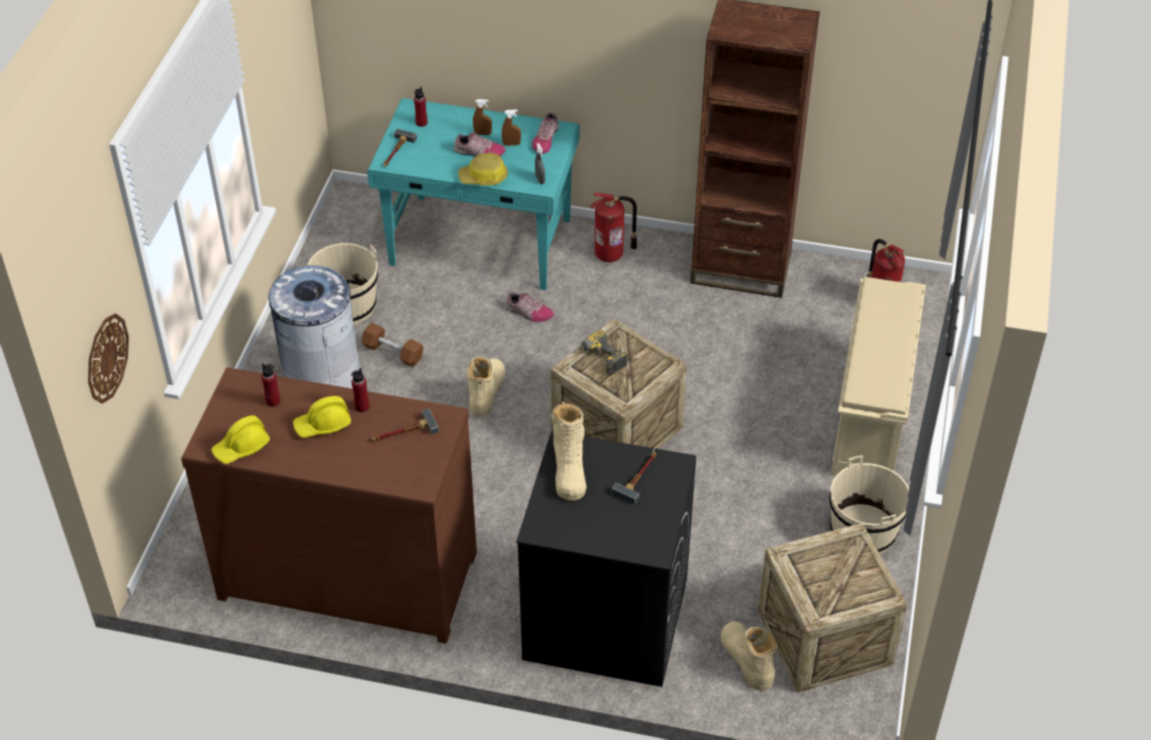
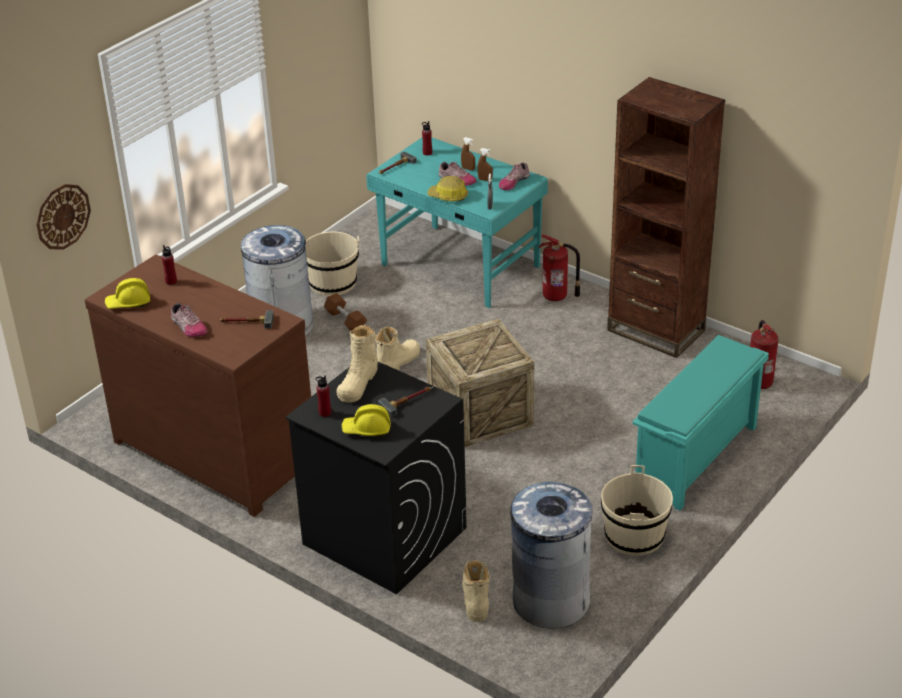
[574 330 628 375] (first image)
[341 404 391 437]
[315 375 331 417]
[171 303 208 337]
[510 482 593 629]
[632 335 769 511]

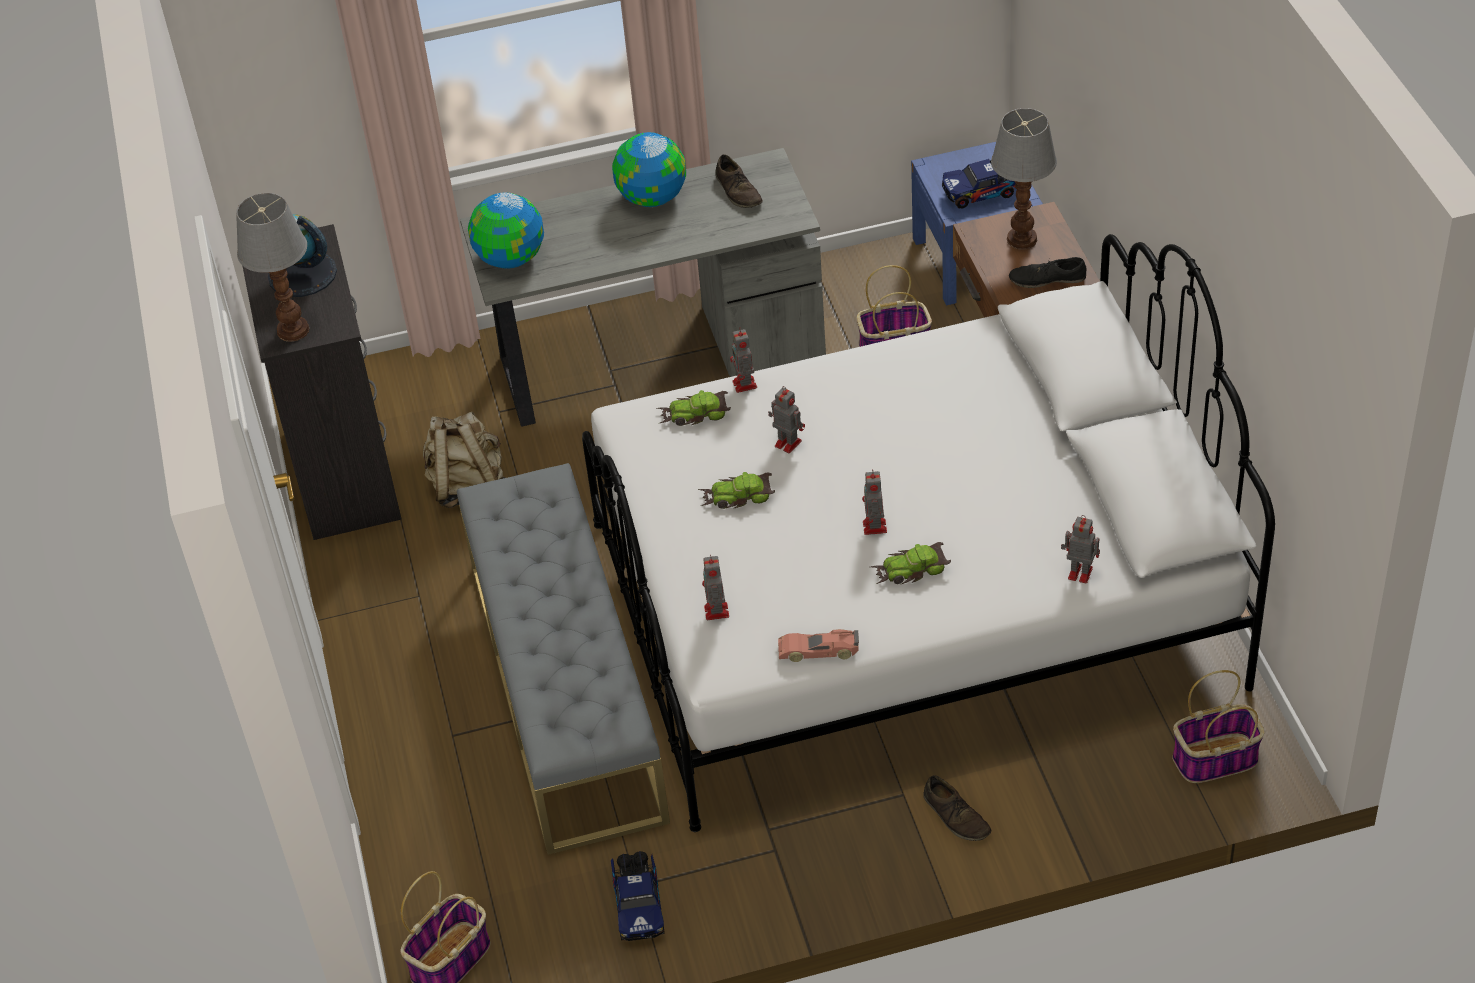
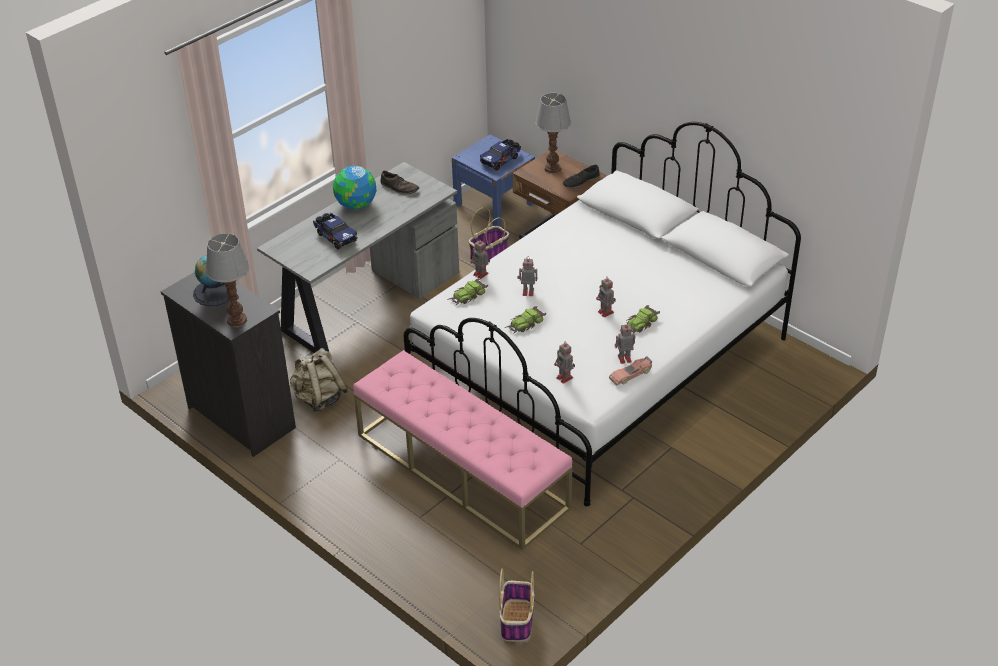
[468 192 544 269] (first image)
[923 775 991 841] (first image)
[1172 670 1264 783] (first image)
[313 213 358 249]
[615 322 635 364]
[353 350 573 550]

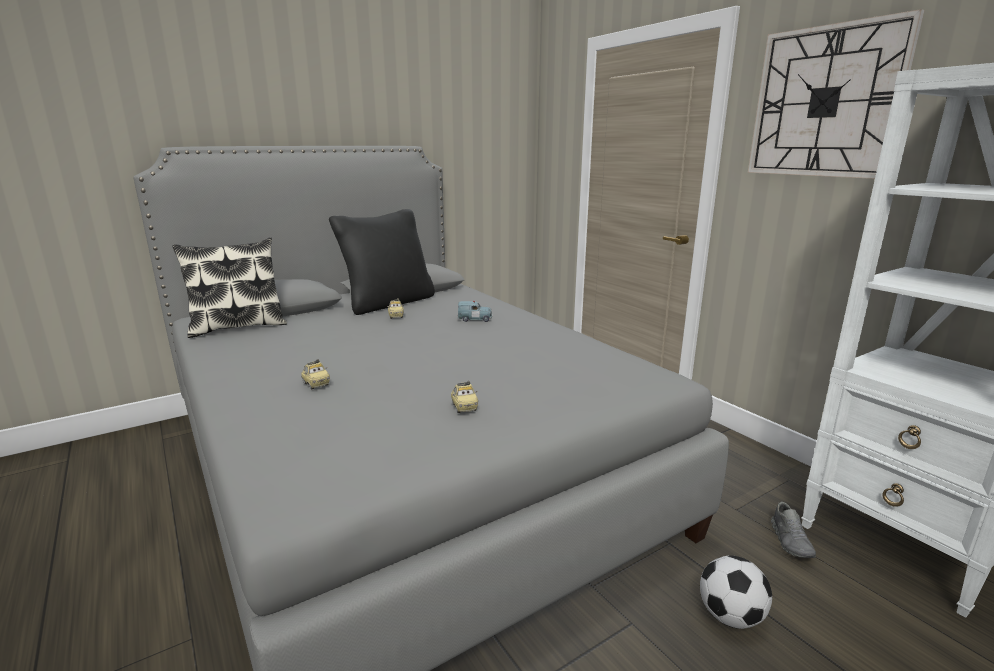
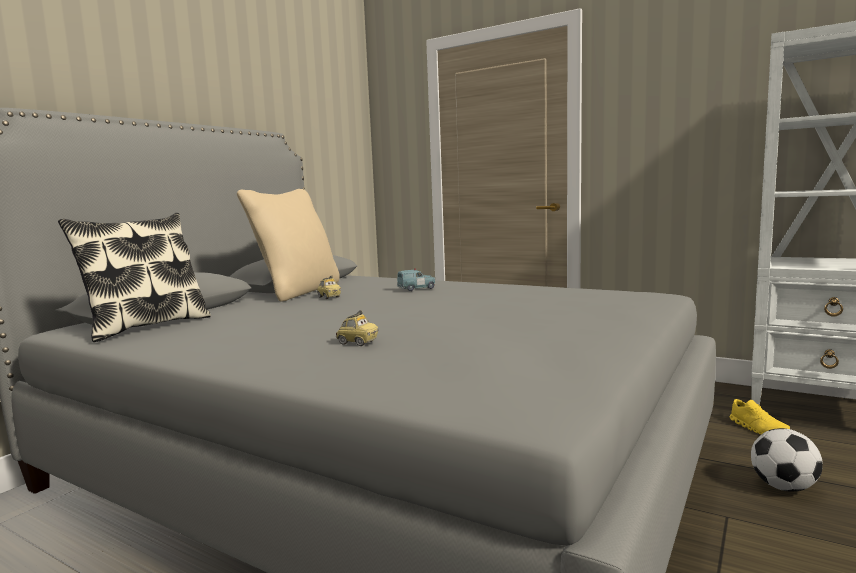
[451 381 478 413] (first image)
[748 9 924 179] (first image)
[237 189 340 302]
[729 399 790 435]

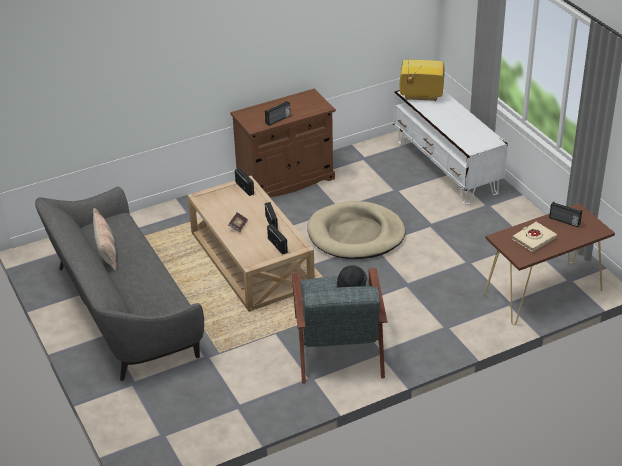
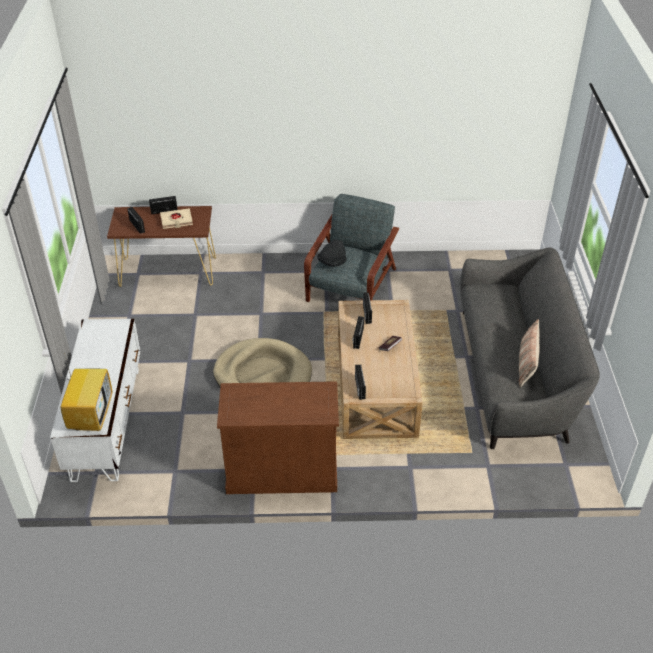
[149 196 178 214]
[61 353 112 431]

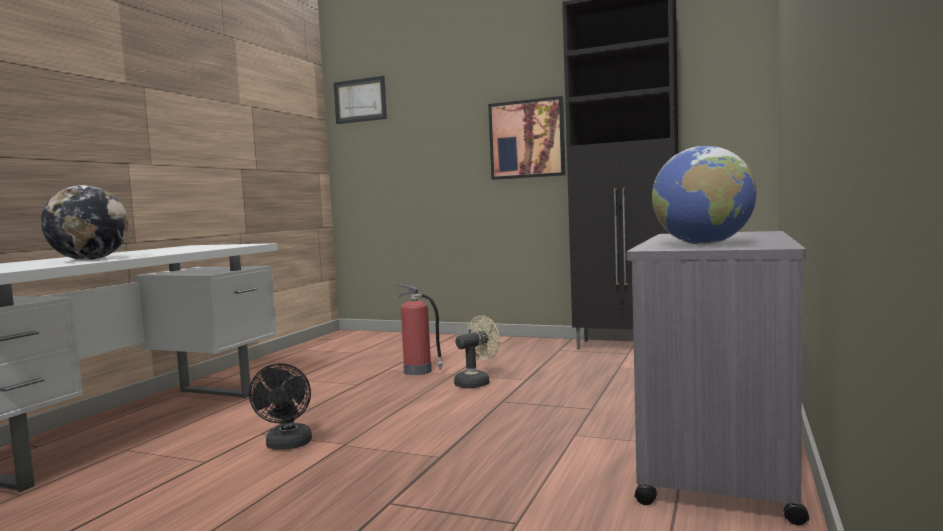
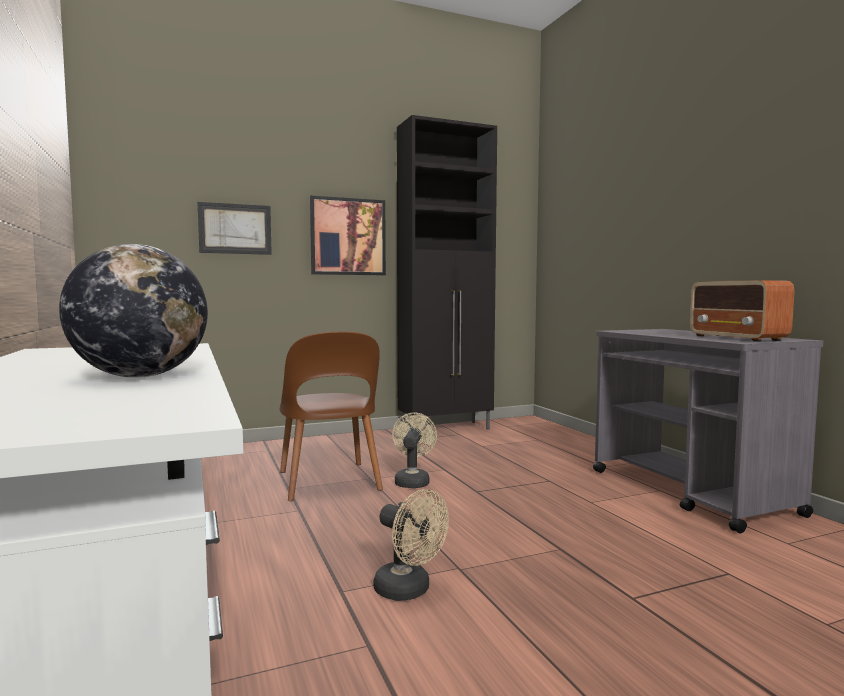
[198 202 272 255]
[280 332 383 501]
[689 280 794 342]
[373 489 449 601]

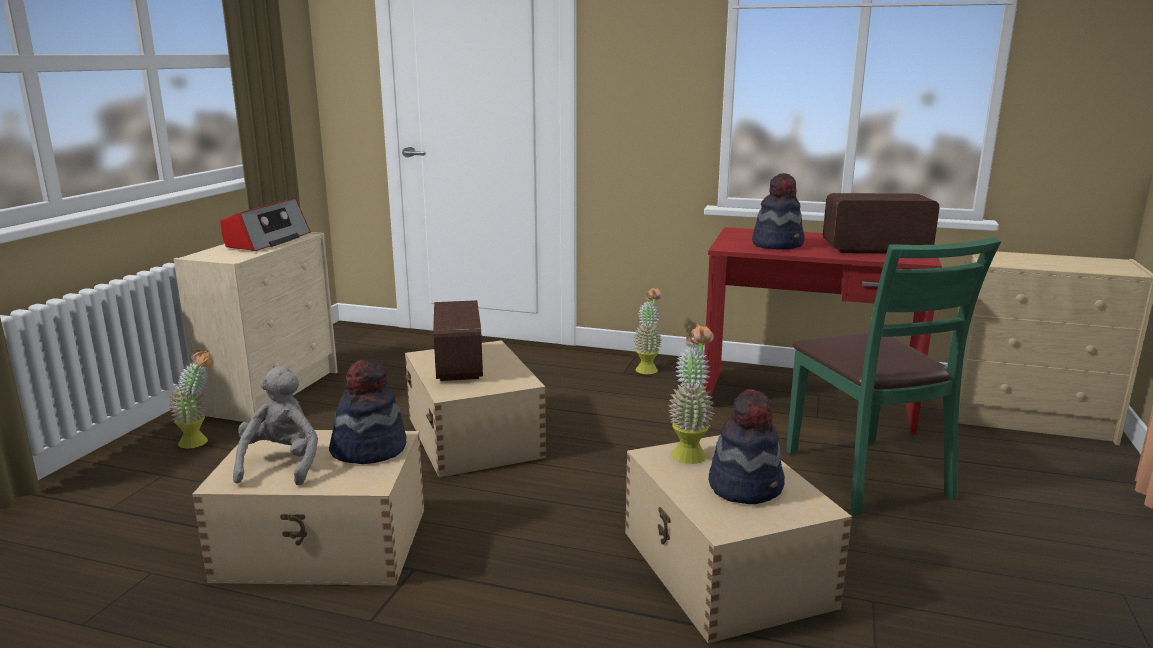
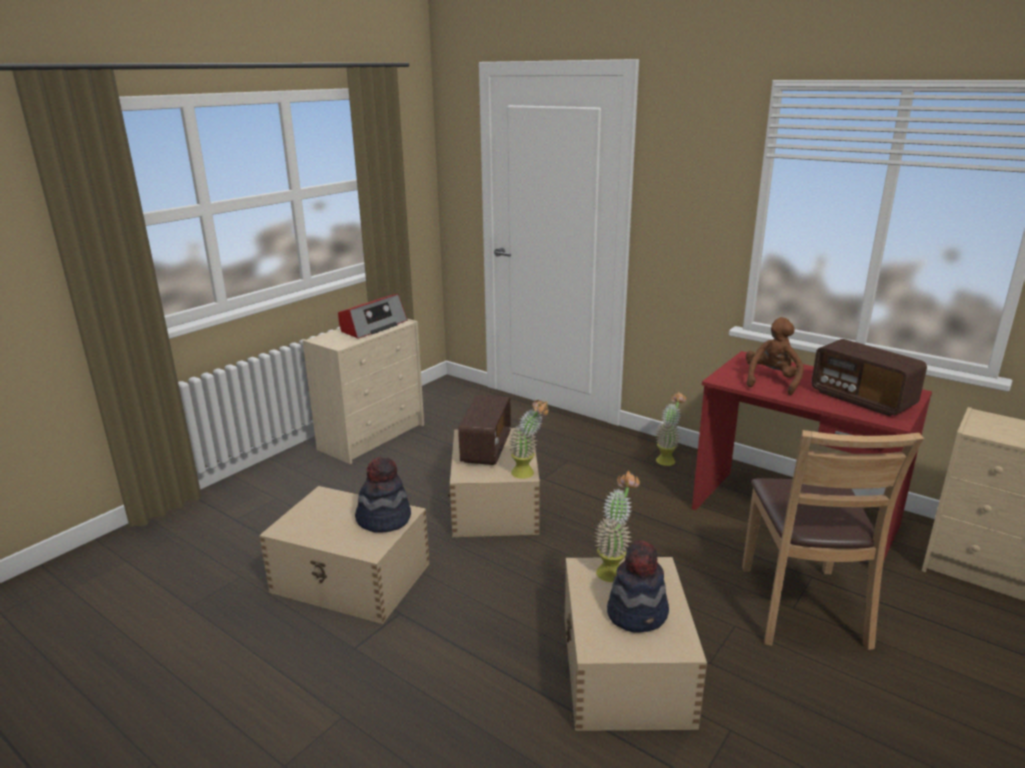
[233 366 318 486] (first image)
[509 400 549 479]
[746 317 804 395]
[742 430 924 650]
[811 339 927 416]

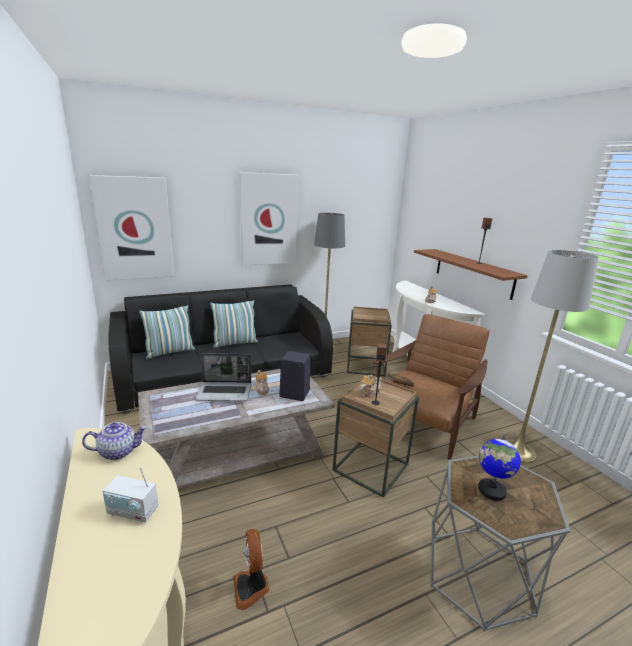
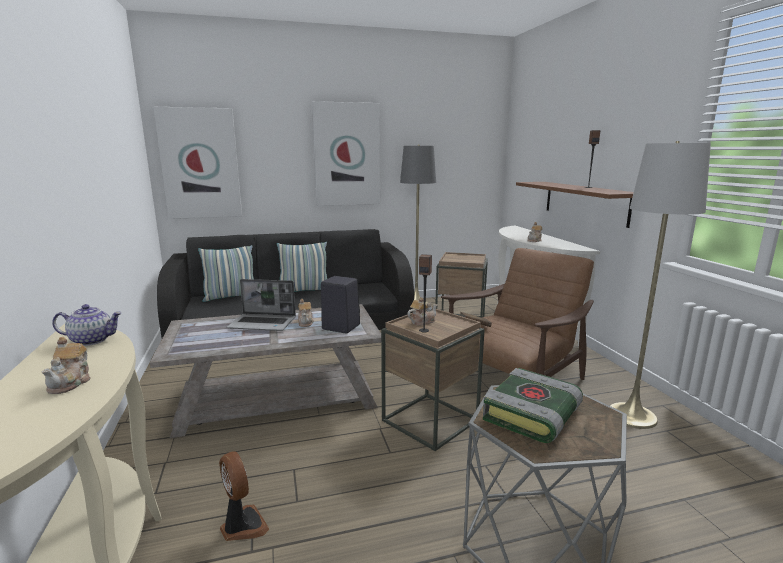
[42 337 91 394]
[483 368 583 443]
[219 451 269 541]

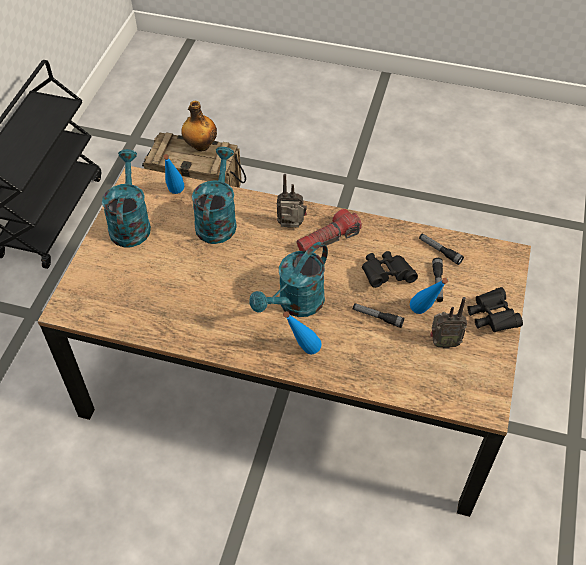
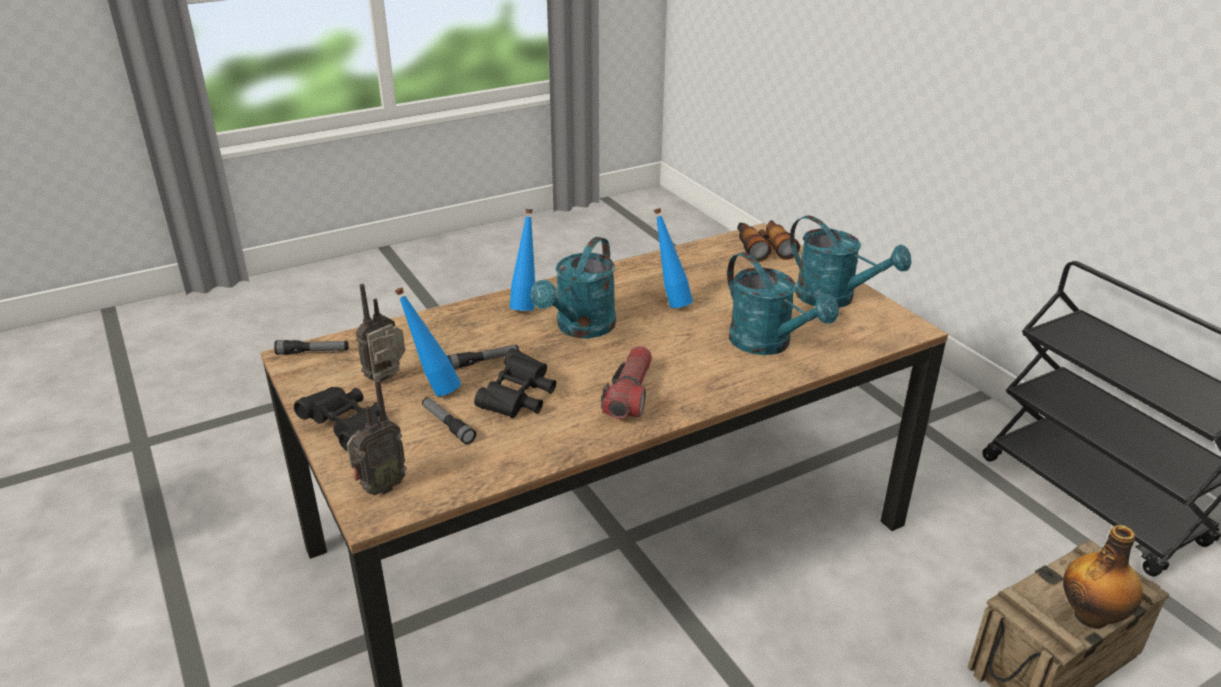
[737 220 800 262]
[654 208 693 308]
[347 379 407 495]
[274 340 349 355]
[531 237 616 338]

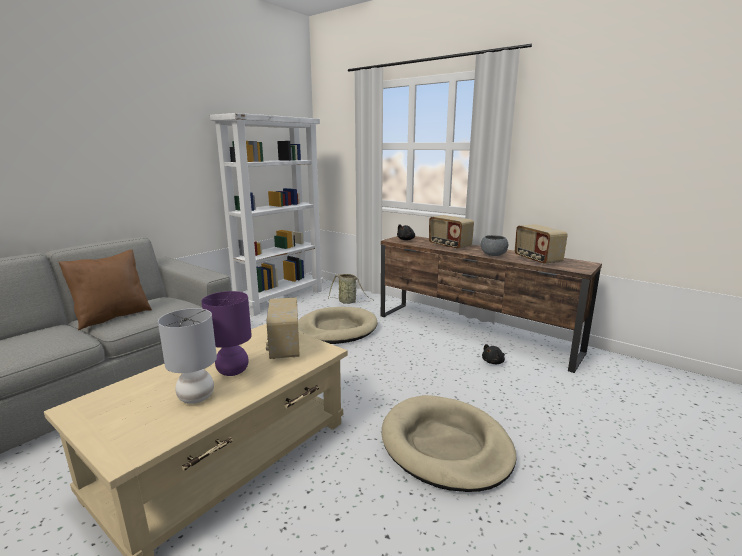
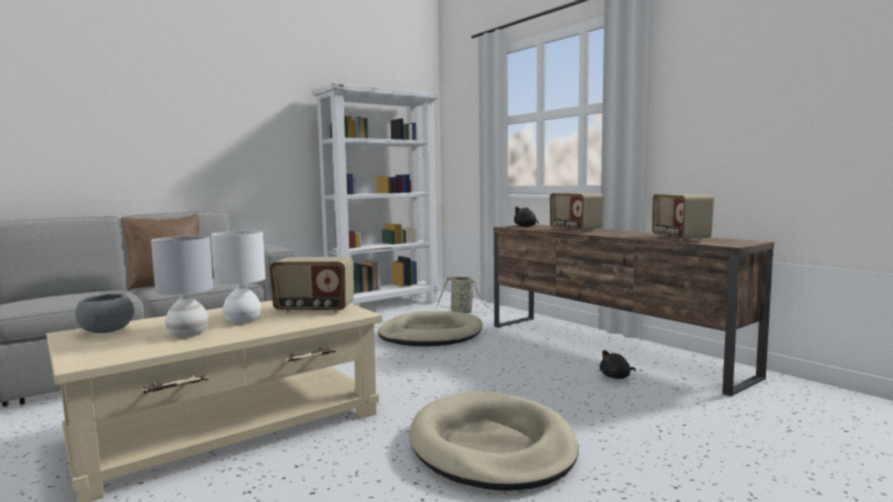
[75 294 134 333]
[211 231 266 324]
[270 257 354 313]

